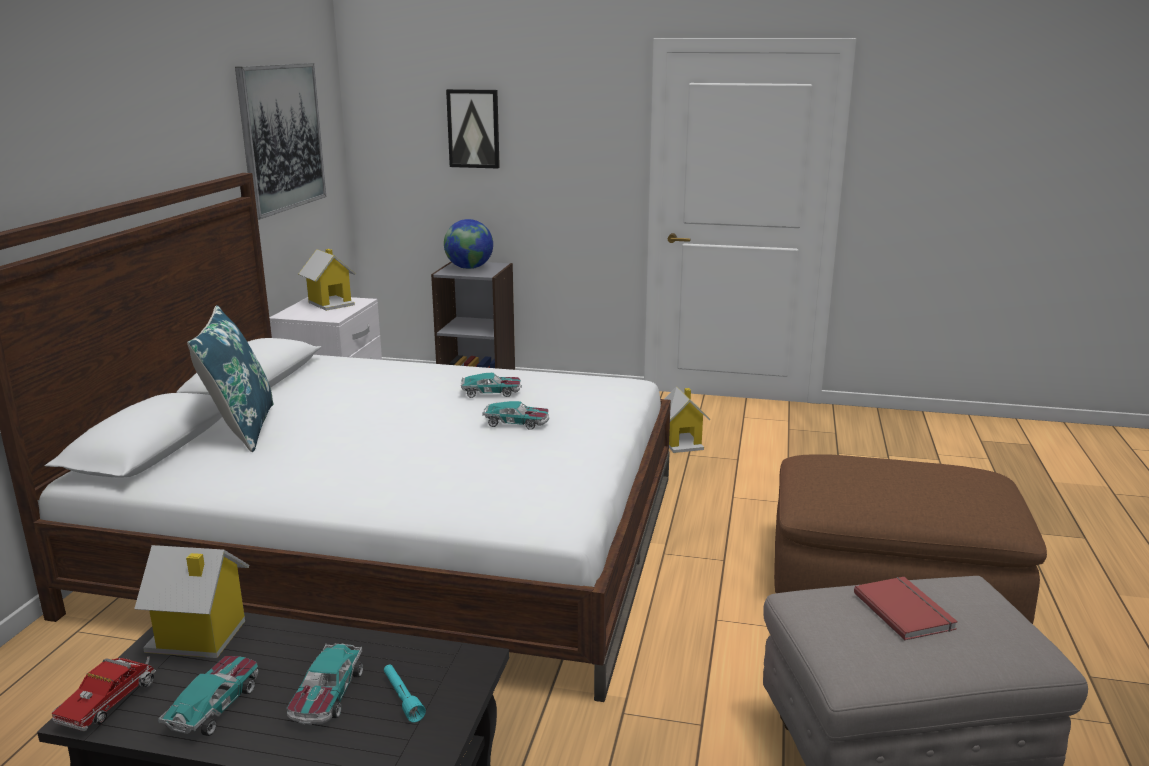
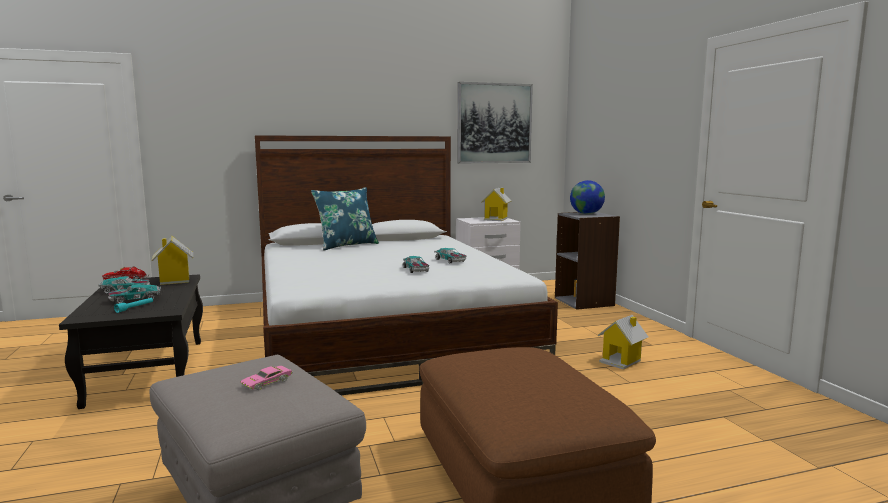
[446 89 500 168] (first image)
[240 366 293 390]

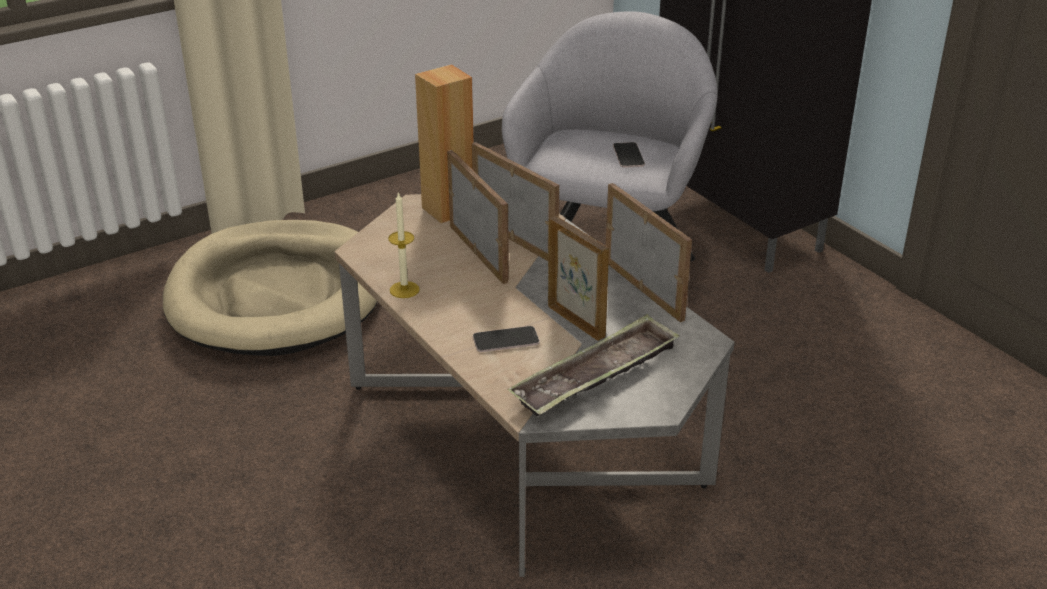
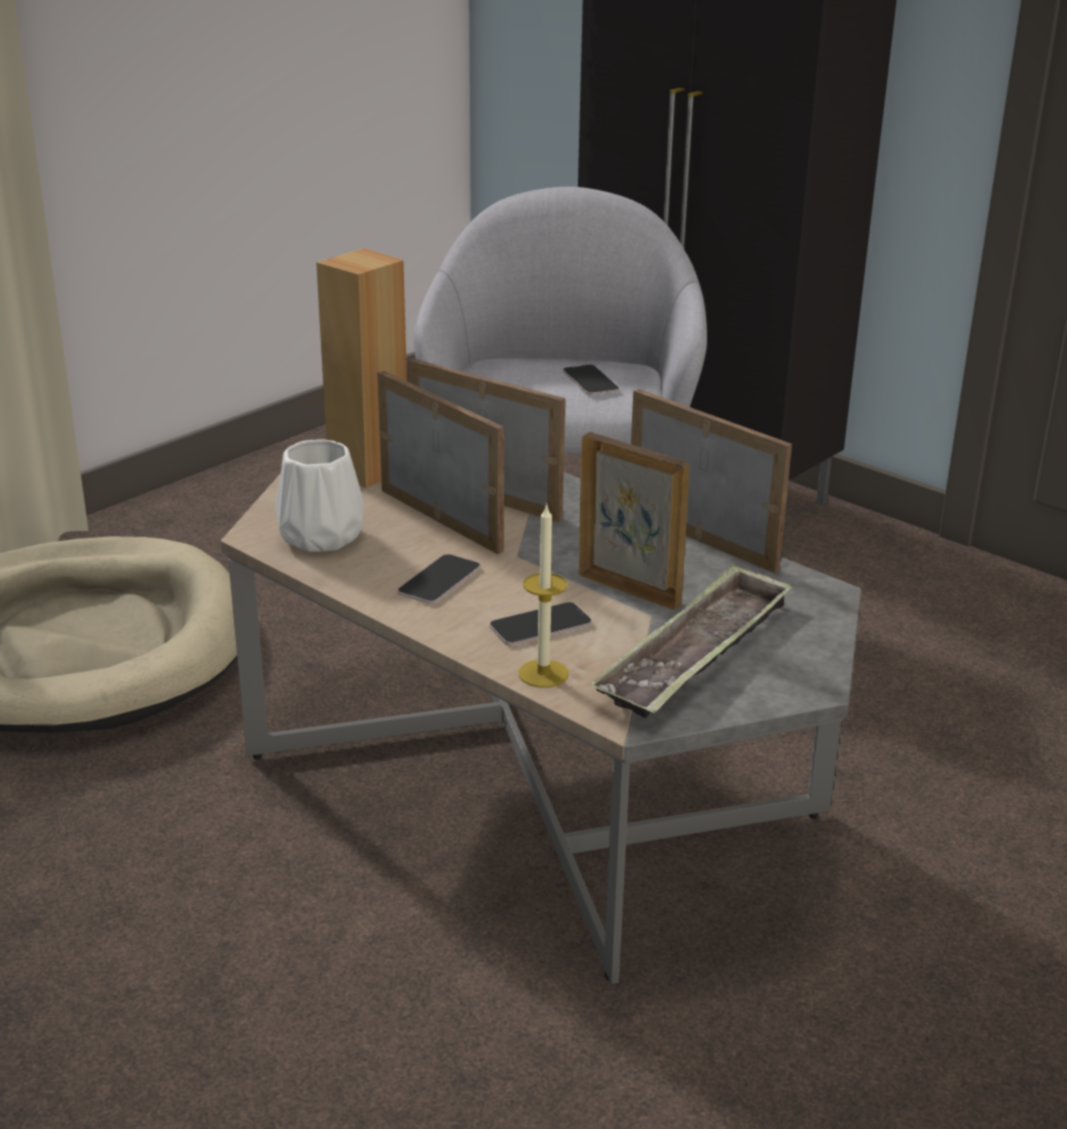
[275 439 364 552]
[397 554 480 604]
[519 503 569 688]

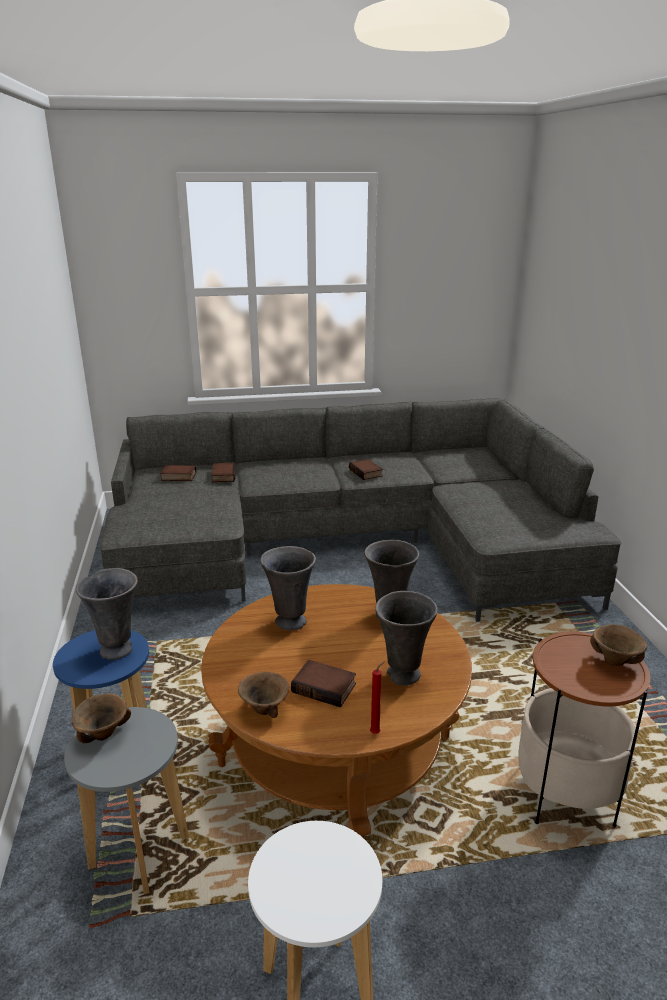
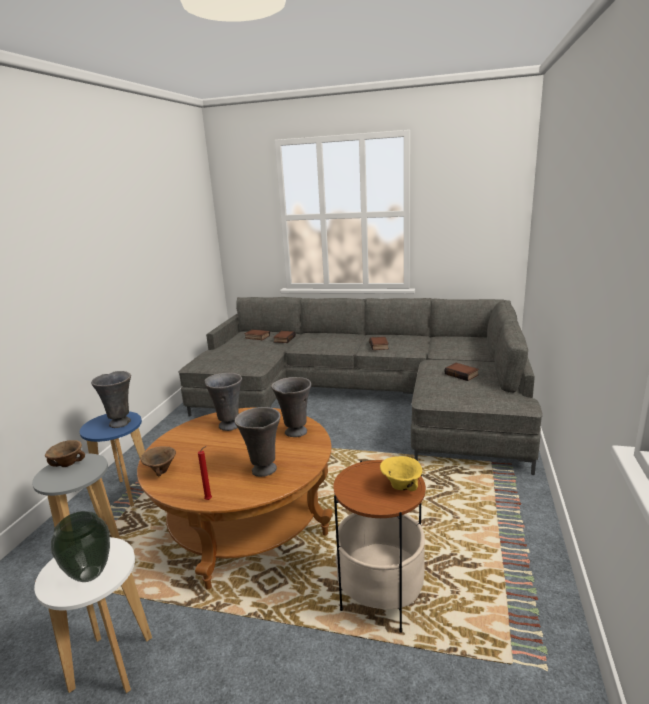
[51 511 110 582]
[445 363 479 381]
[380 456 422 491]

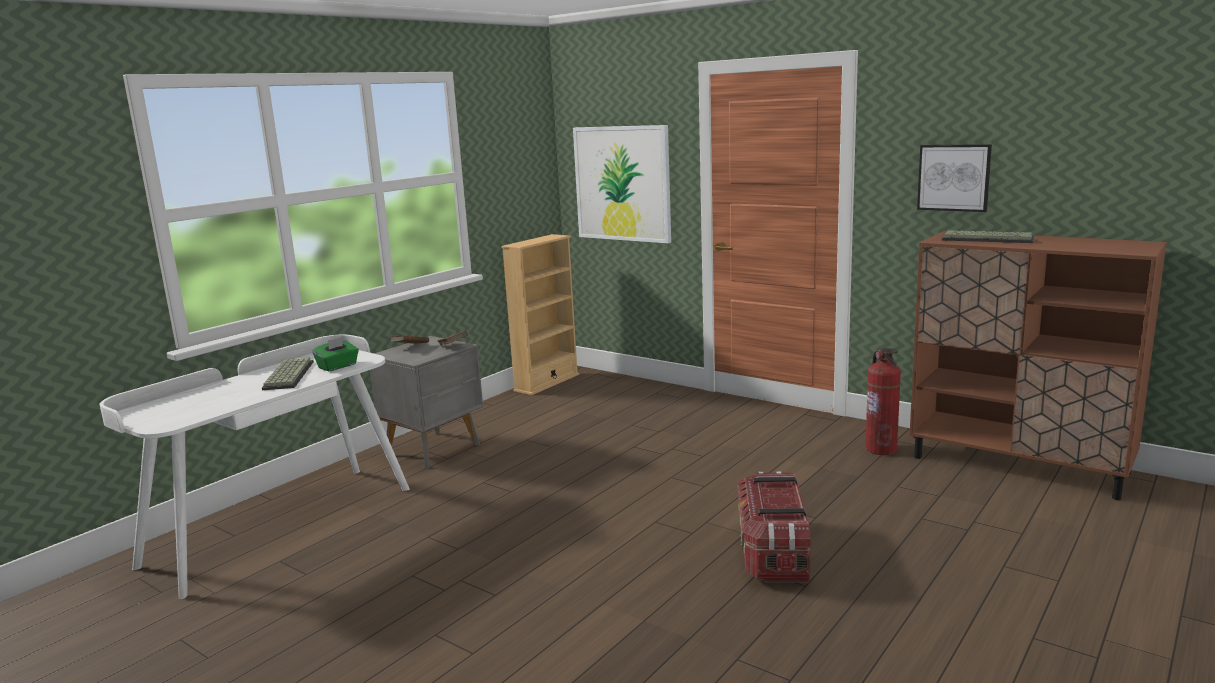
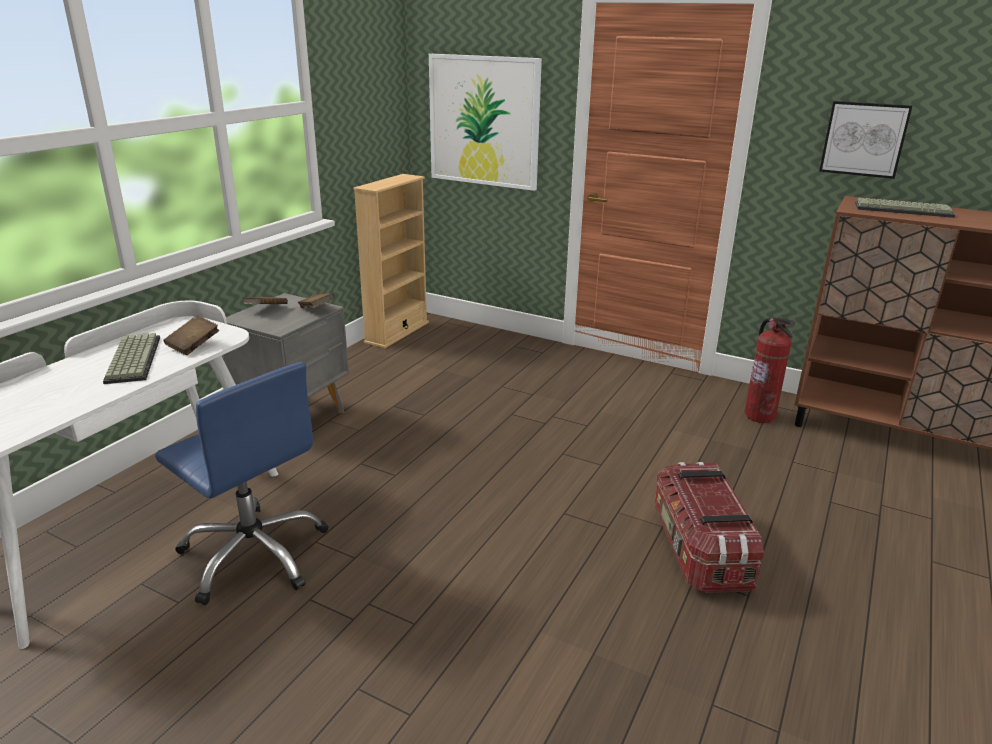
[155 362 328 605]
[163 315 219 355]

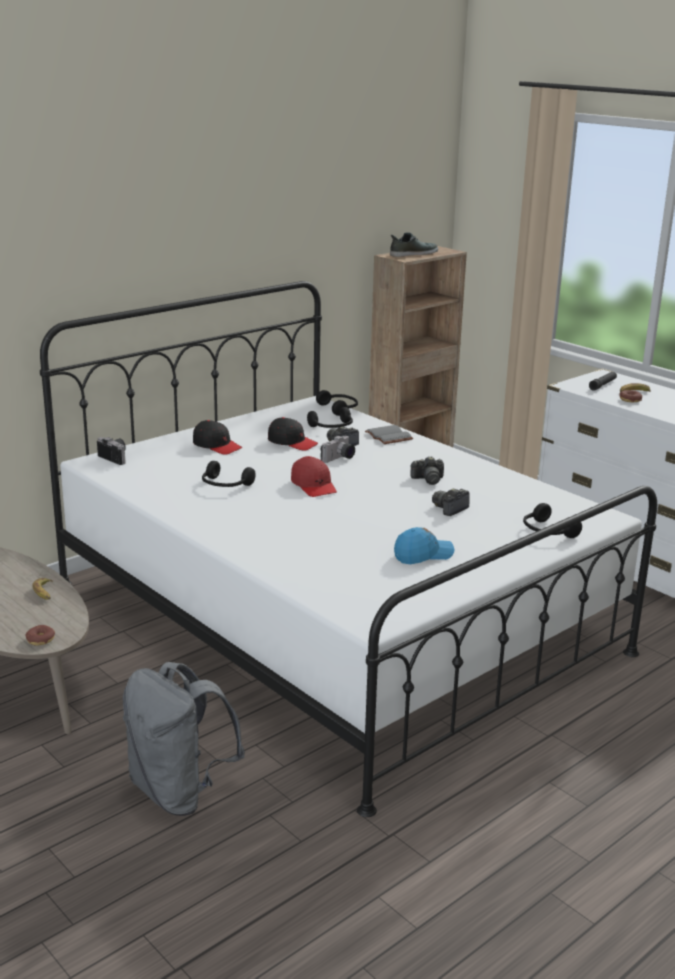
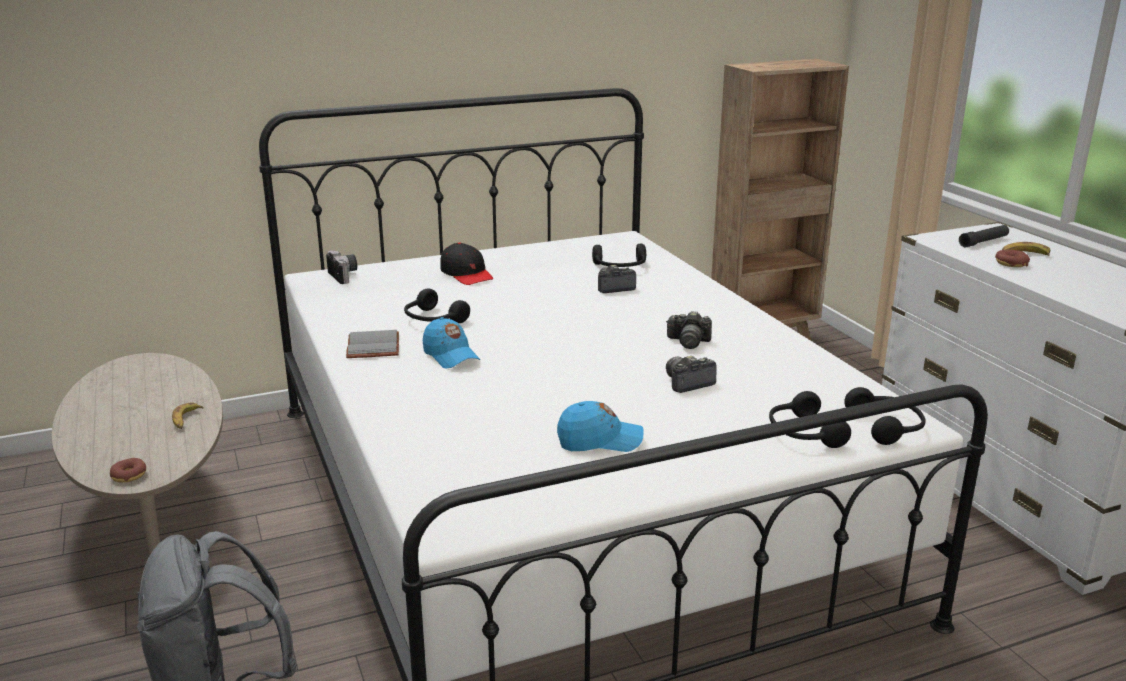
[268 417 318 451] (first image)
[291 456 337 497] (first image)
[320 435 355 463] (first image)
[390 232 438 257] (first image)
[423 317 480 369]
[844 387 926 445]
[346 330 399 358]

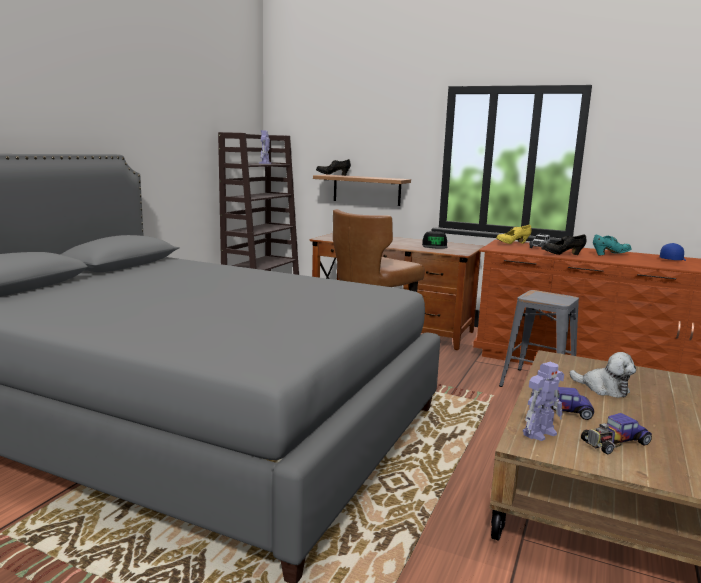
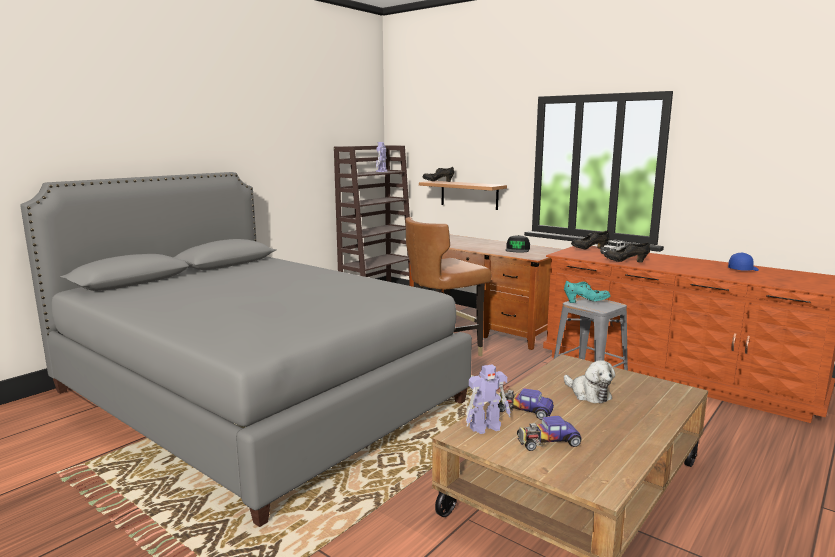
[564 281 610 303]
[571 231 610 249]

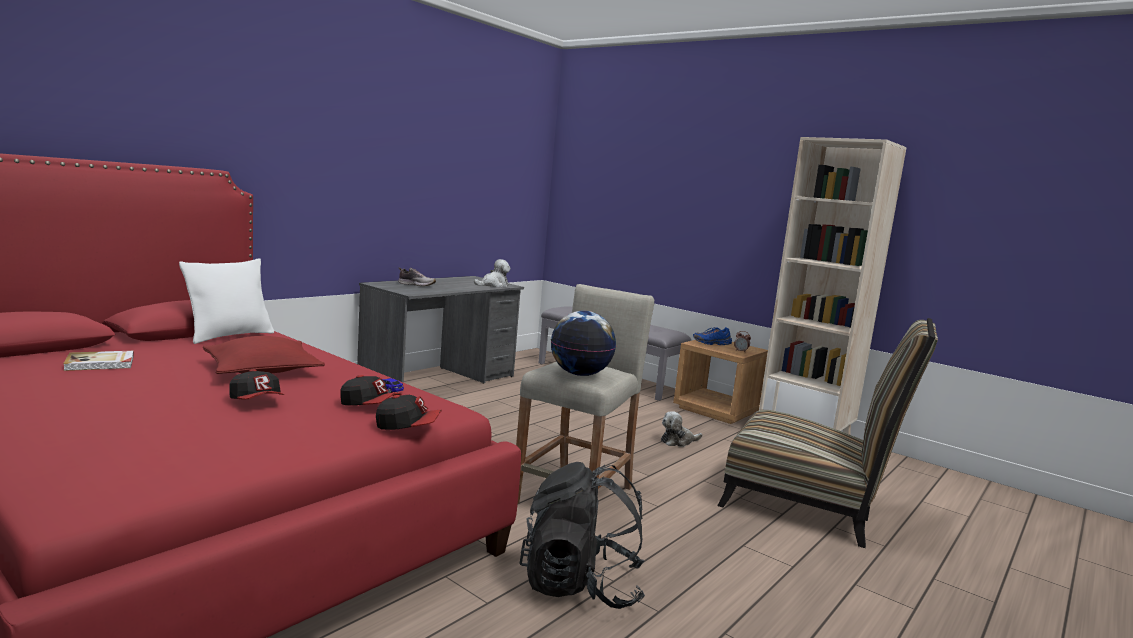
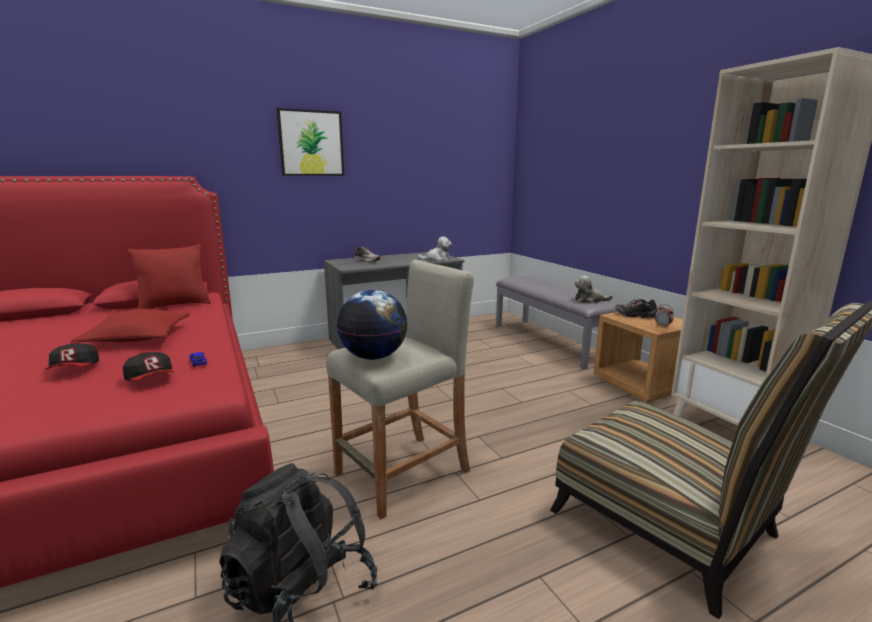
[63 351 134 371] (first image)
[376 395 442 430] (first image)
[276 108 344 176]
[574 276 613 303]
[128 244 211 309]
[615 299 658 318]

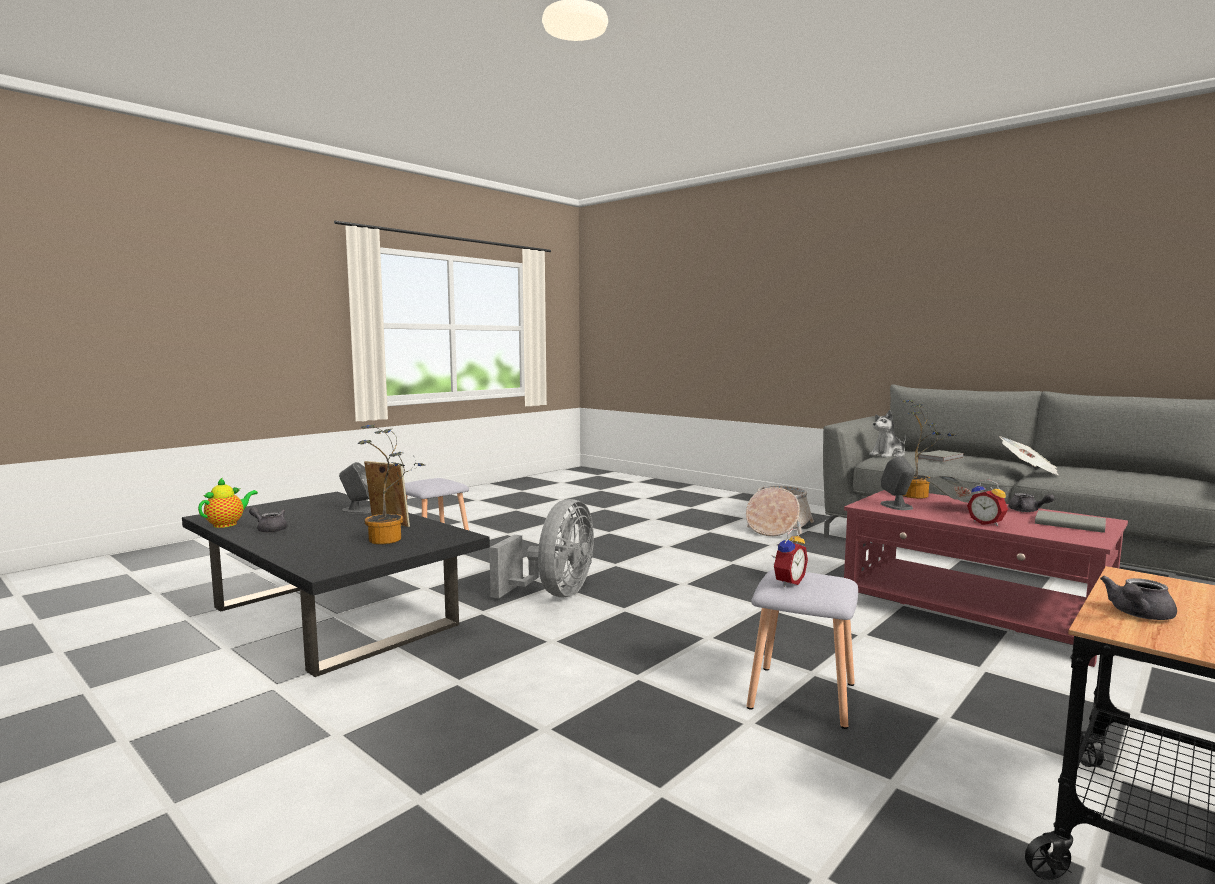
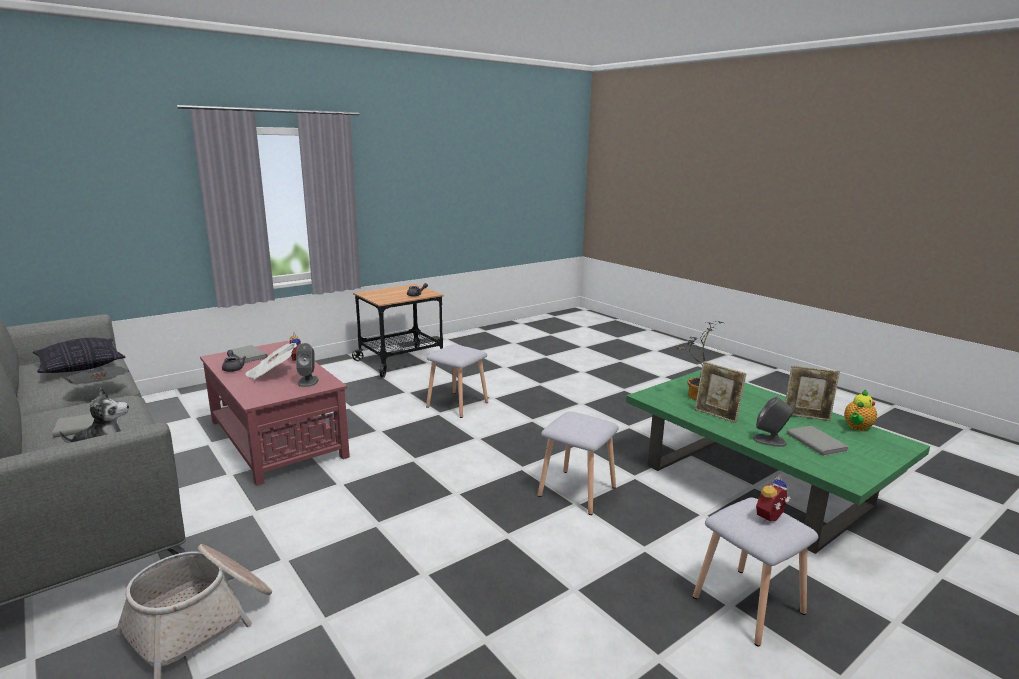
[901 400 954 499] (first image)
[33 338 125 373]
[787 426 849 456]
[756 476 791 522]
[785 365 840 421]
[538 411 619 515]
[626 370 930 554]

